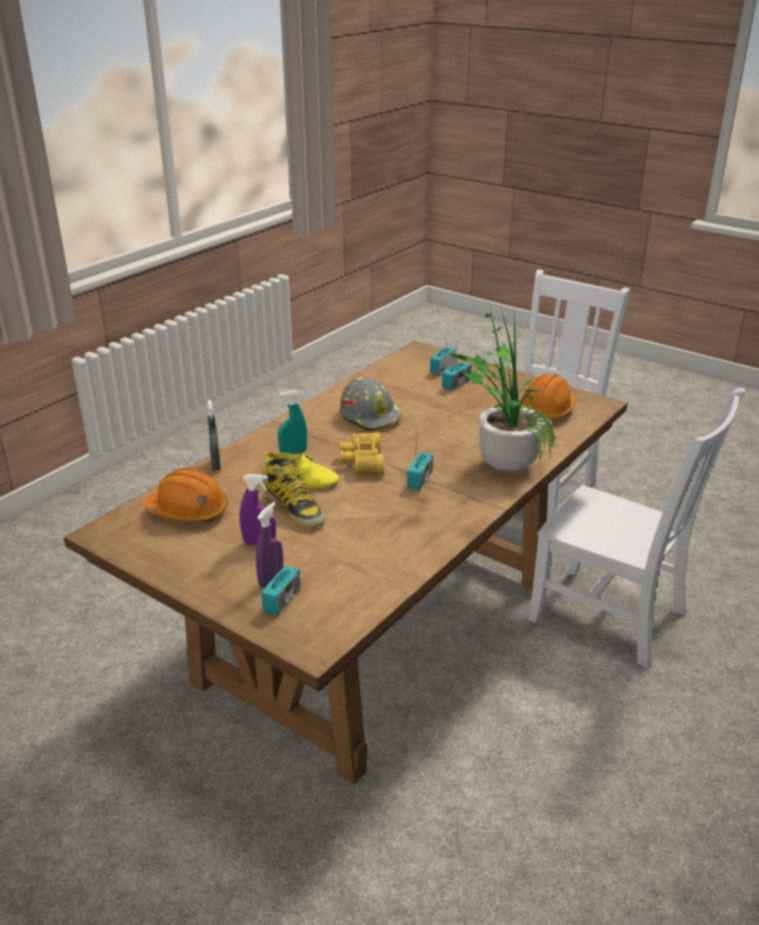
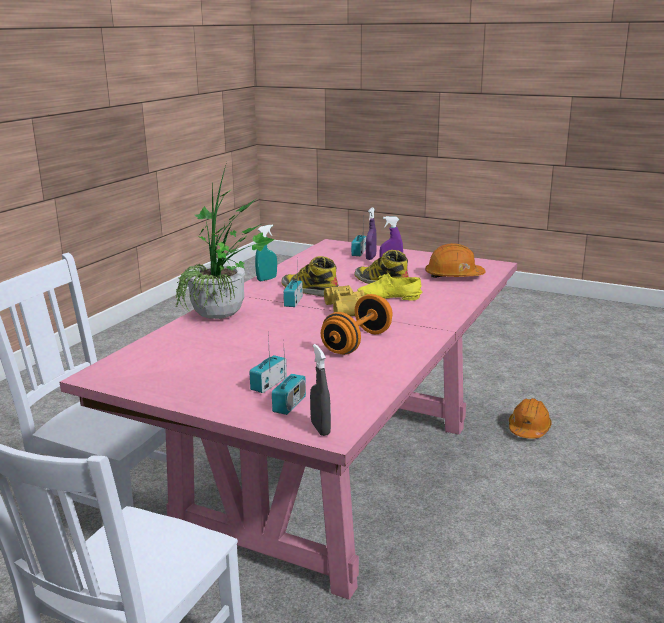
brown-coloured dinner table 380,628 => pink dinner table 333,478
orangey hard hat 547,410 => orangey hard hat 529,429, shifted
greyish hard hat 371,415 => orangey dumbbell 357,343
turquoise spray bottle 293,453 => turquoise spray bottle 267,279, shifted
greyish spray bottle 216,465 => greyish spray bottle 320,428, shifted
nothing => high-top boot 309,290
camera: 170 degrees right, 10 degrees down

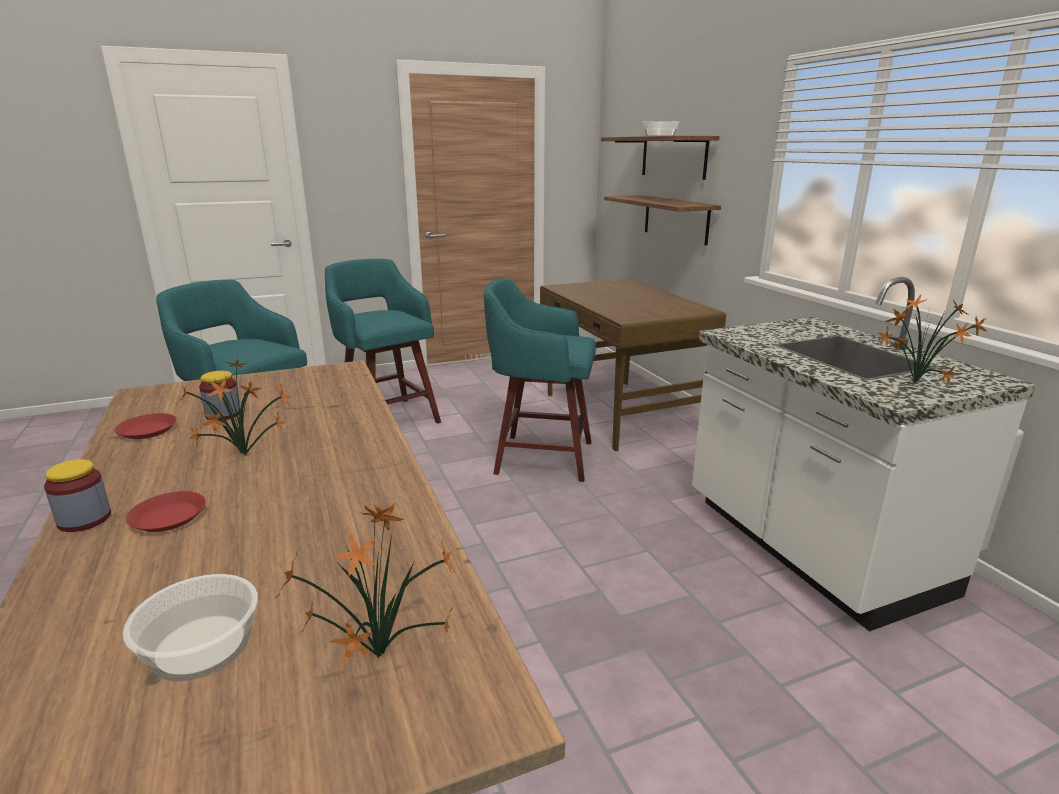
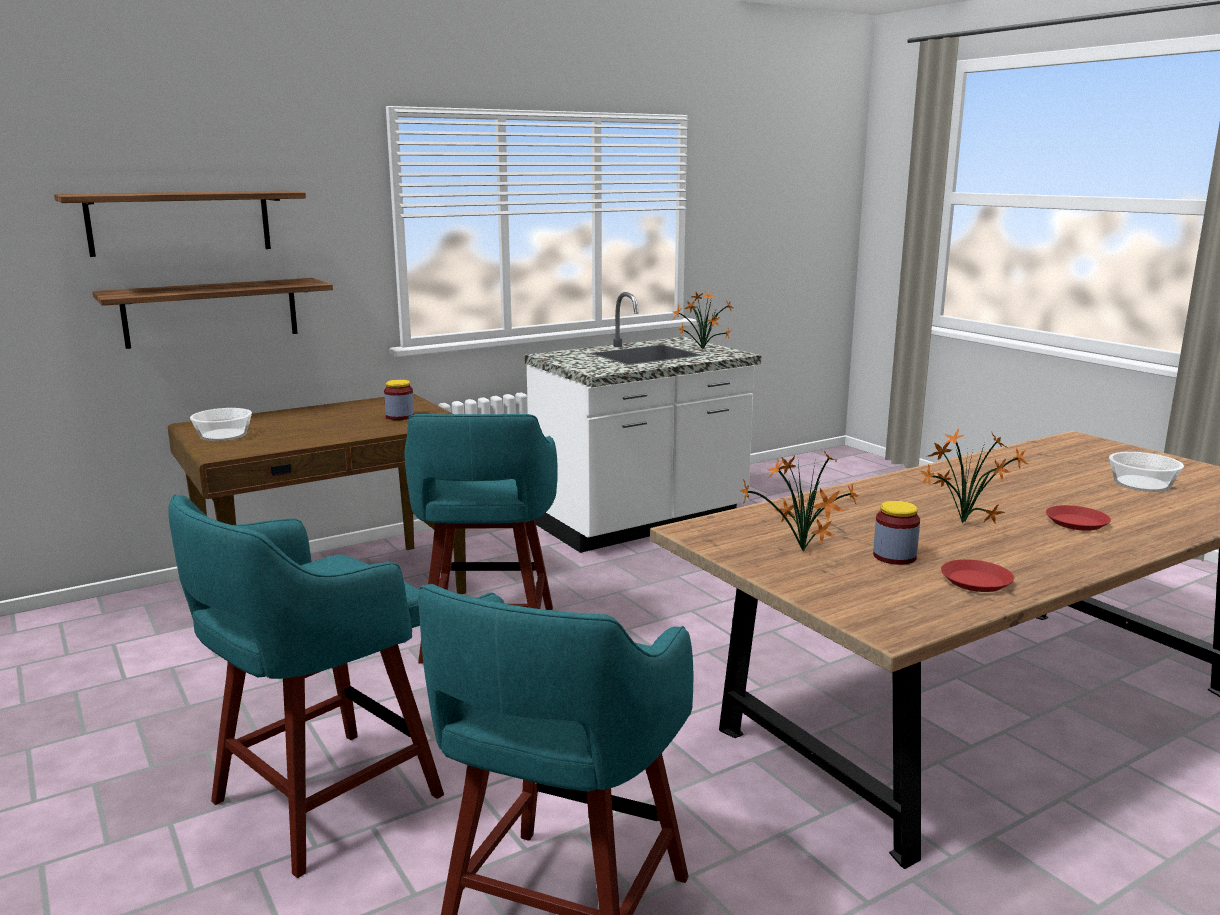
serving bowl 659,136 => serving bowl 224,435, shifted
preserve jar 84,519 => preserve jar 400,417, shifted
houseplant 374,656 => houseplant 803,553, shifted
camera: 100 degrees left, 5 degrees down

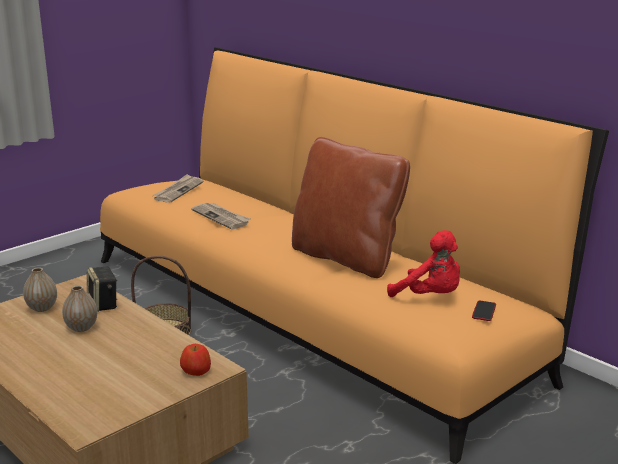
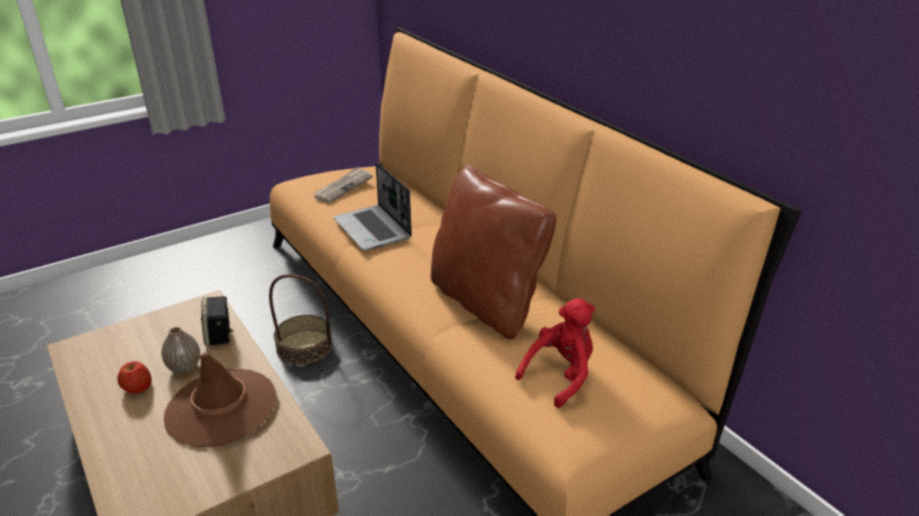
printed paper 221,217 => notebook computer 373,229
reddish cuddly toy 430,296 => reddish cuddly toy 560,375, 90 degrees counterclockwise
decorative vase 42,308 => nothing
handset 484,311 => nothing
apple fruit 196,371 => apple fruit 137,387, shifted
nothing => brown-coloured clothing hat 221,407
camera: 10 degrees right, 10 degrees up

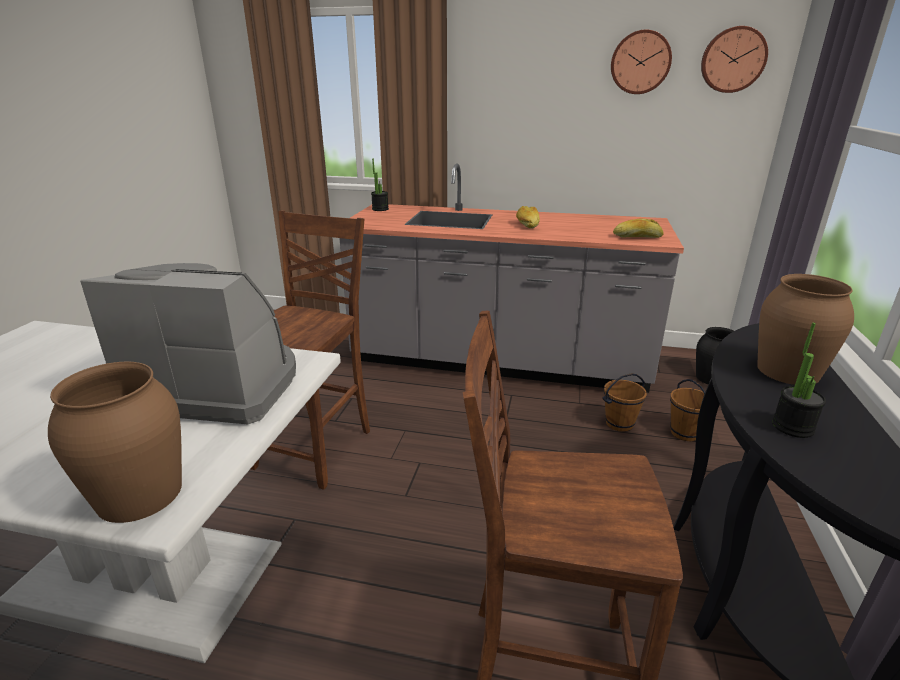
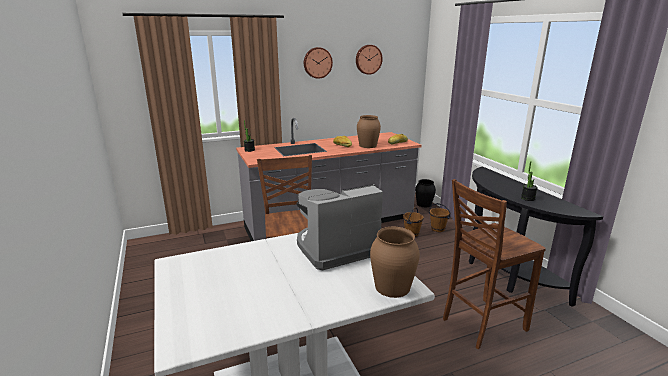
clock on the wall 733,60 => clock on the wall 317,62, shifted
brown-coloured decorative vase 787,371 => brown-coloured decorative vase 367,145, shifted
camera: 35 degrees left, 5 degrees down

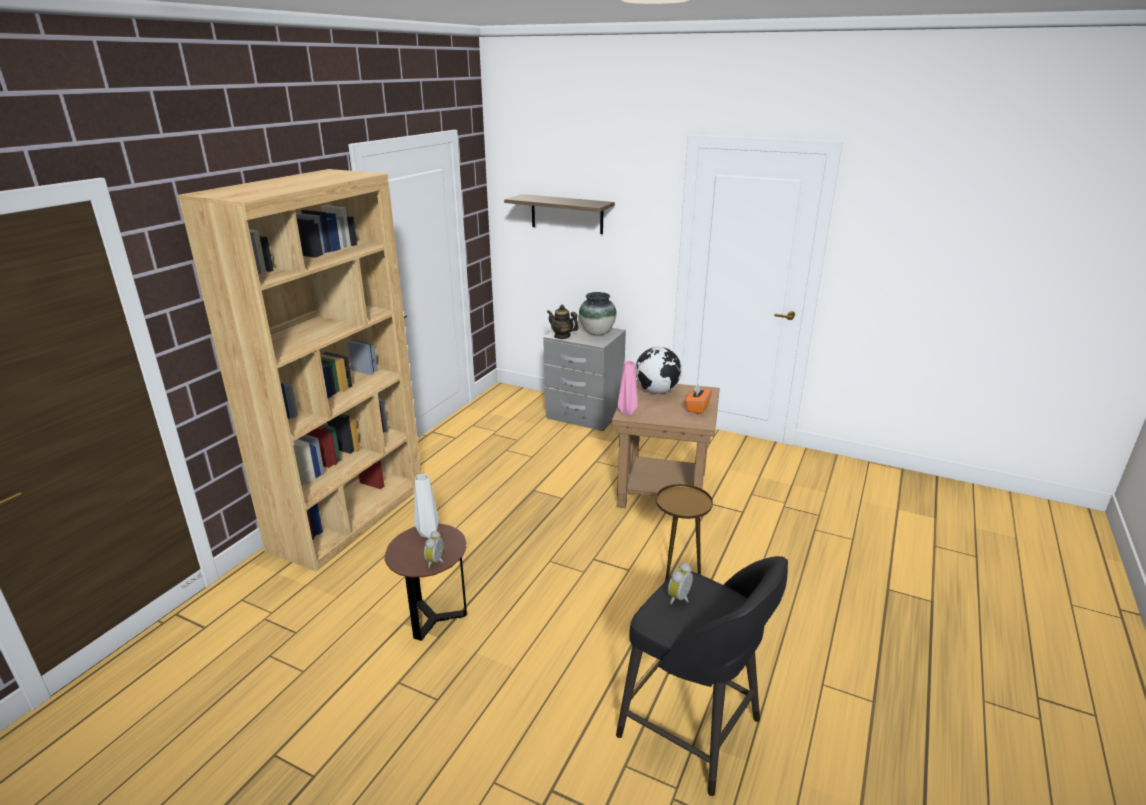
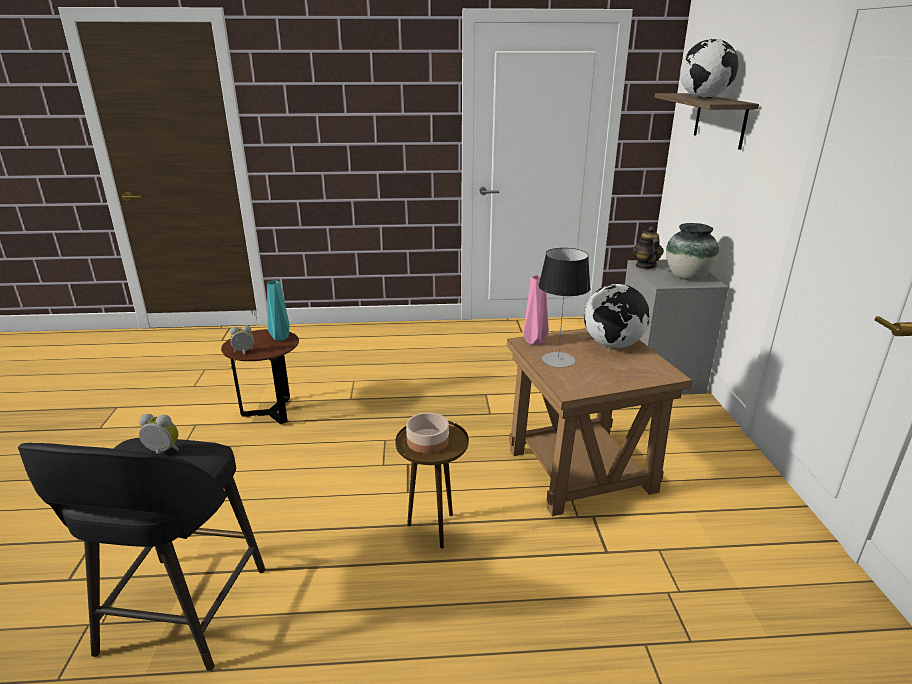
brown-coloured shelving unit 349,517 => nothing
orangey tissue holder 697,408 => nothing
greyish decorative vase 429,533 => turquoise decorative vase 280,338
nothing => globe 704,98
nothing => lamp for a table 558,360
nothing => serving bowl 428,441
camera: 60 degrees right, 0 degrees up

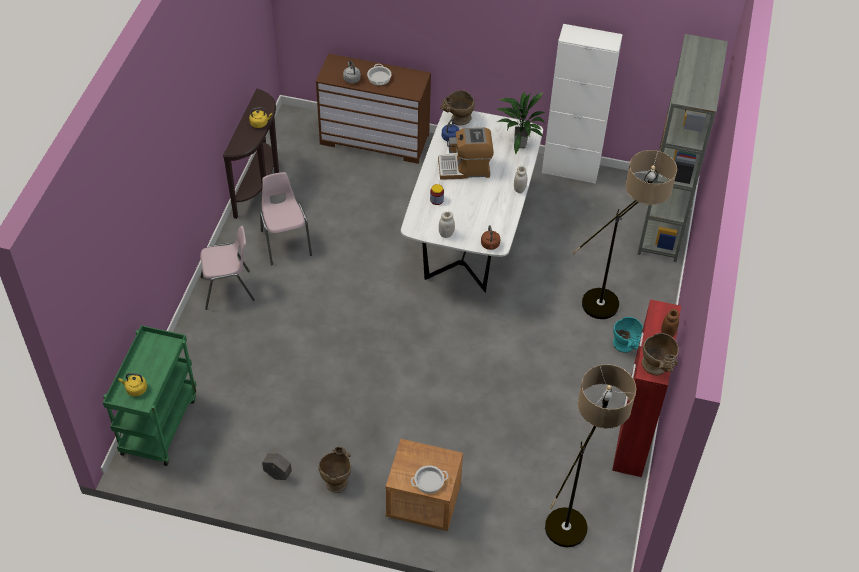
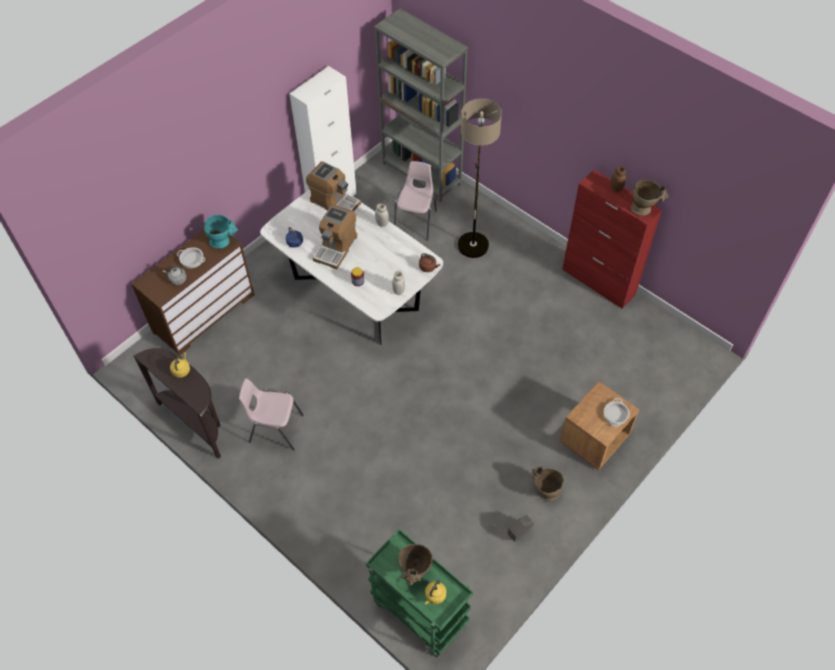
sand-coloured decorative vase 457,120 => sand-coloured decorative vase 415,572, shifted
houseplant 519,144 => coffee machine 334,202
pink upright chair 228,289 => pink upright chair 416,222, shifted
turquoise decorative vase 625,347 => turquoise decorative vase 223,241, shifted
standing lamp 575,515 => nothing
camera: 60 degrees left, 5 degrees up

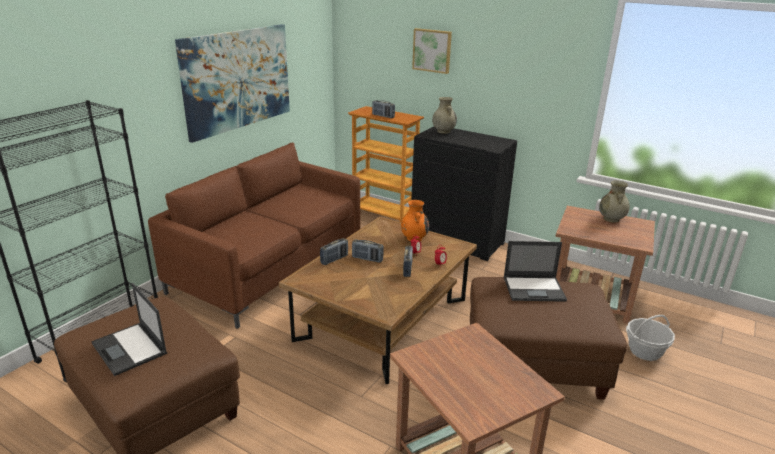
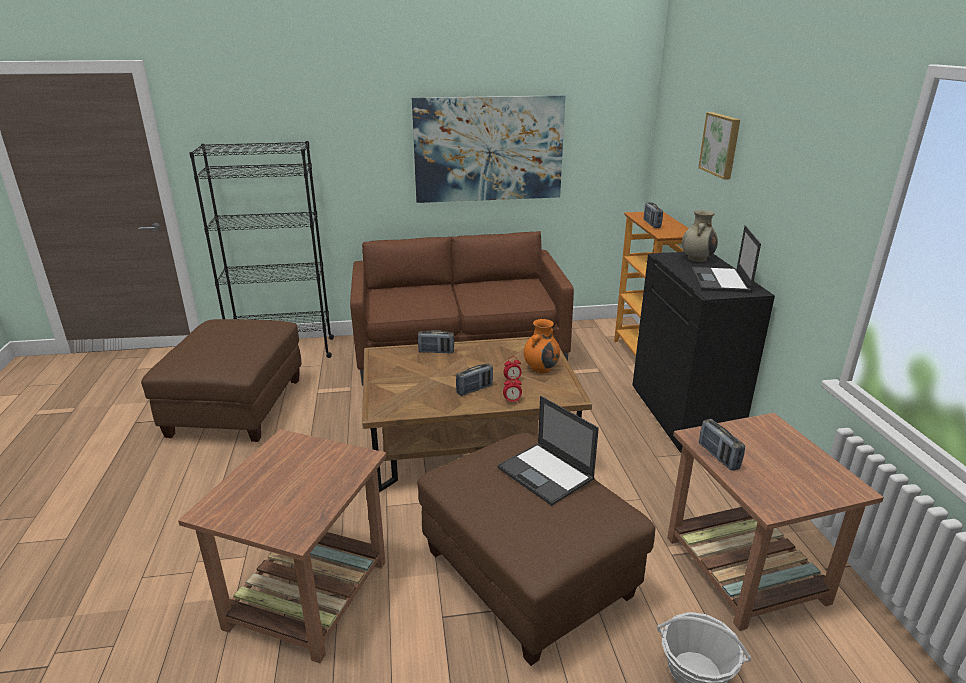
sand-coloured decorative vase 611,219 => nothing
radio set 367,259 => radio set 718,456, shifted
notebook computer 130,349 => notebook computer 720,280, shifted
camera: 50 degrees right, 0 degrees up

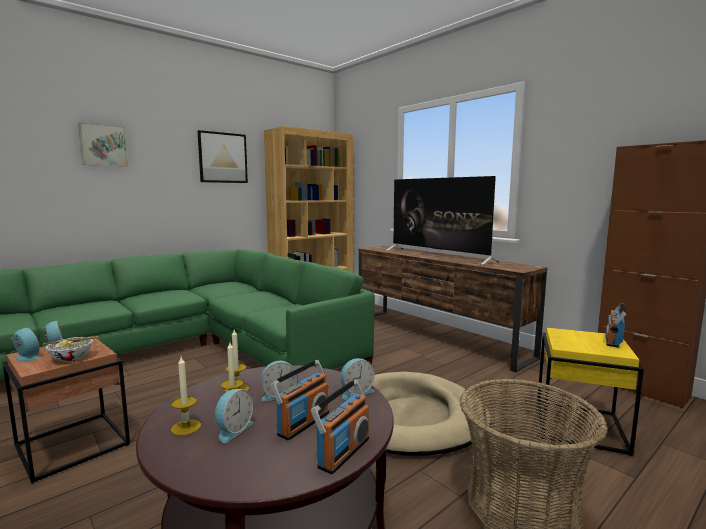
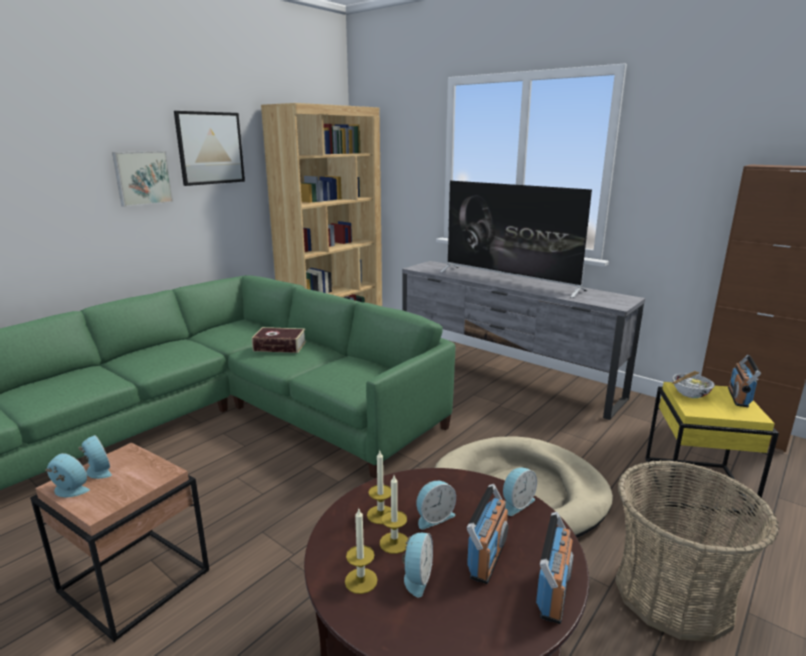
wall picture 103,145 => wall picture 142,178, shifted
brown-coloured media console 437,336 => greyish media console 505,375
serving bowl 72,358 => serving bowl 689,394, shifted
nothing => volume 280,346
camera: 10 degrees left, 10 degrees up

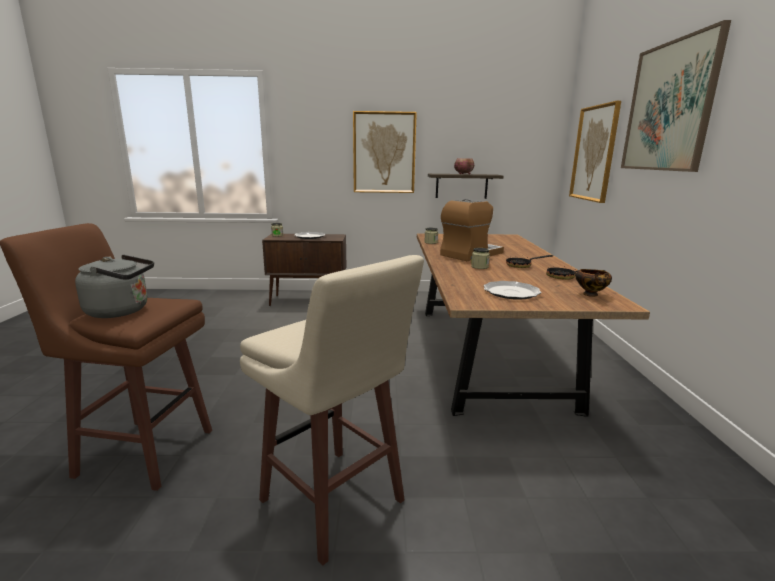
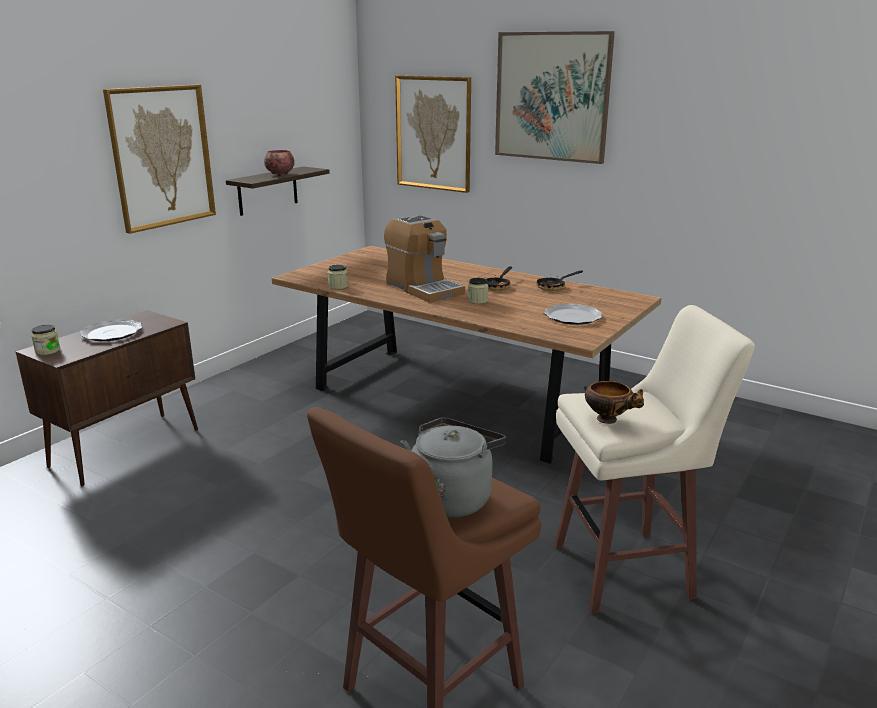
coffee machine 470,254 => coffee machine 423,288, 150 degrees clockwise
serving bowl 591,295 => serving bowl 609,420, shifted
camera: 55 degrees left, 5 degrees up

